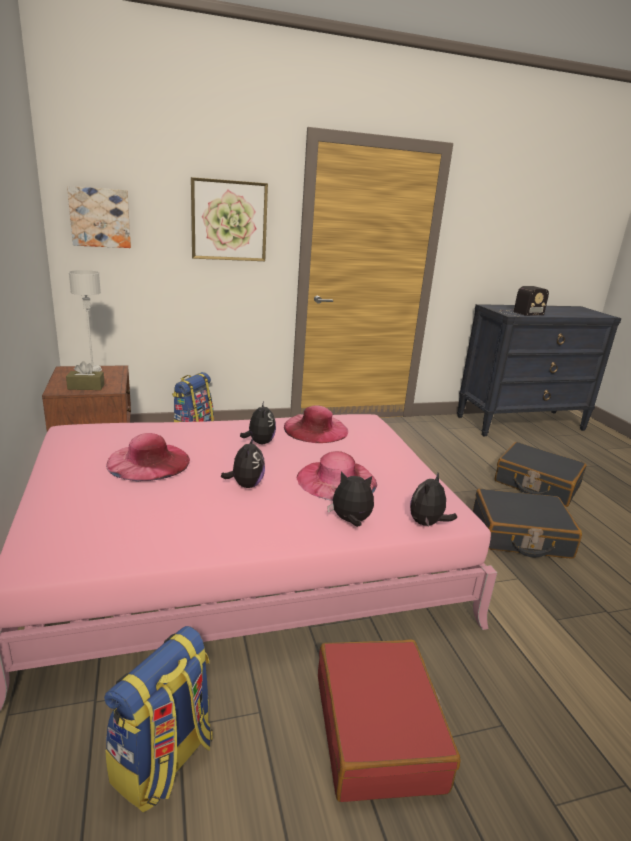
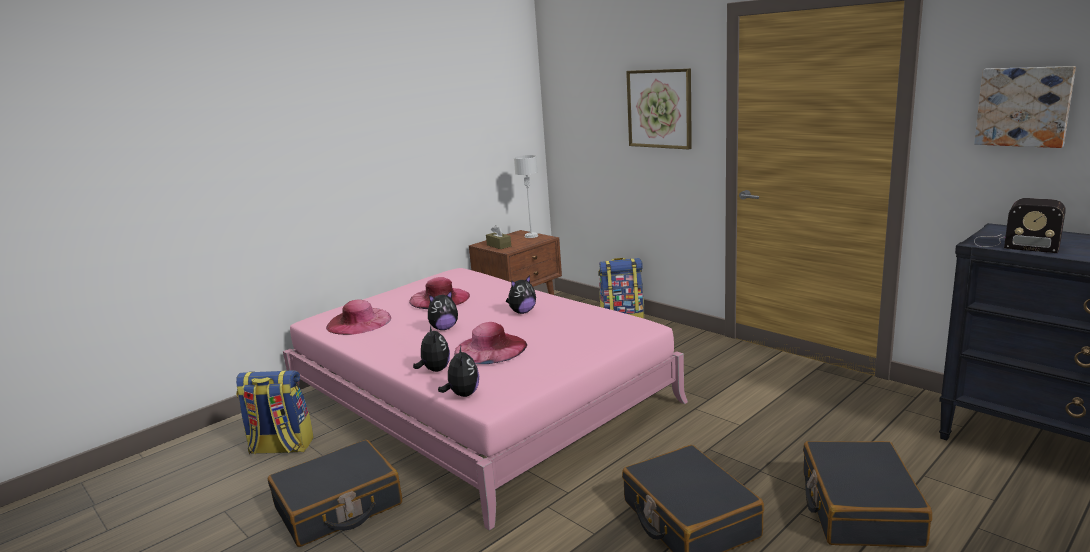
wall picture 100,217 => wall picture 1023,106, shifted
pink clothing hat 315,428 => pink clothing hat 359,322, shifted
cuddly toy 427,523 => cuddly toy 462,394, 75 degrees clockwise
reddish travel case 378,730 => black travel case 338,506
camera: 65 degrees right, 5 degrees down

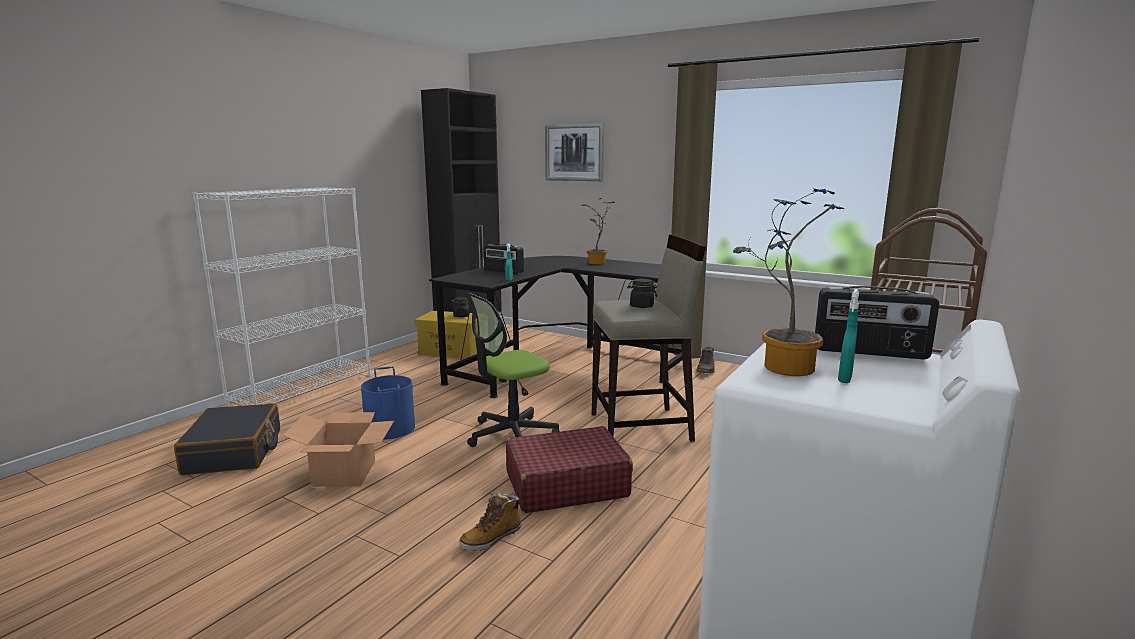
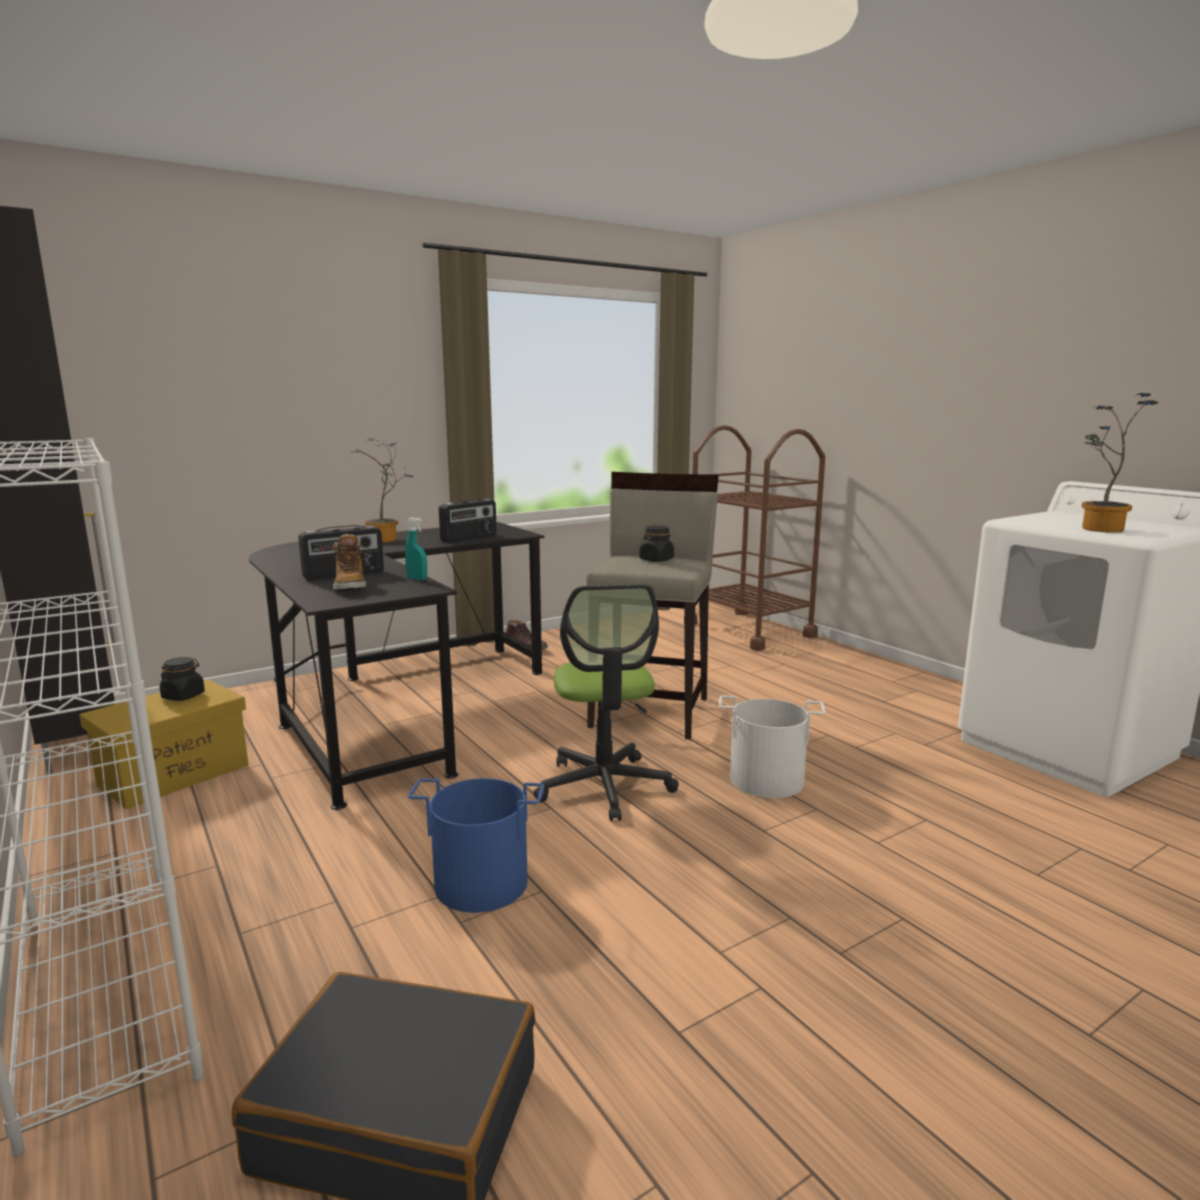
wall picture 574,152 => nothing
radio set 870,352 => radio set 469,538, shifted
turquoise spray bottle 844,379 => nothing
packing box 344,473 => nothing
reddish travel case 566,484 => white-coloured bucket 766,780
high-top boot 491,538 => high-top boot 350,587, shifted
camera: 65 degrees left, 0 degrees up

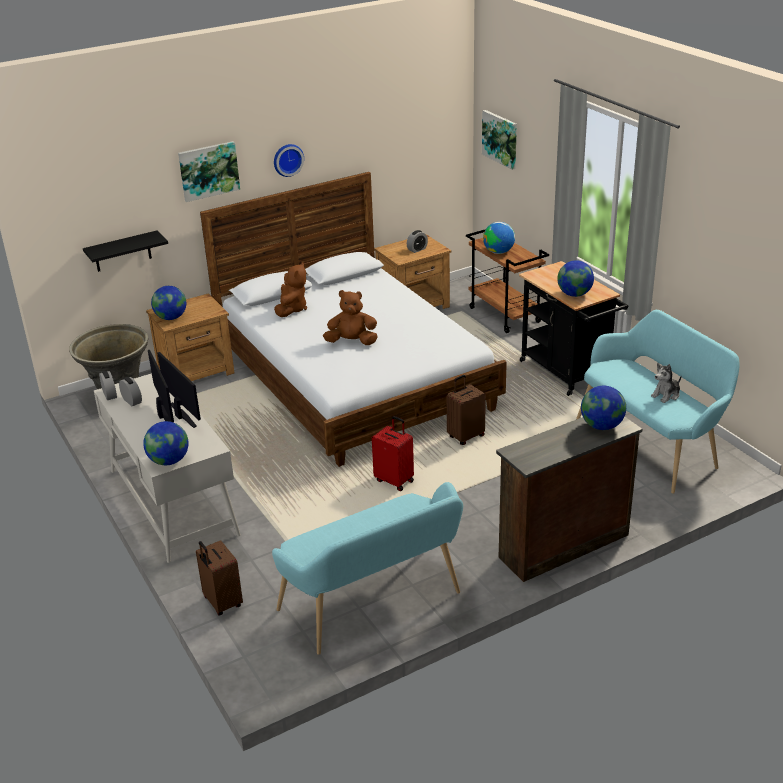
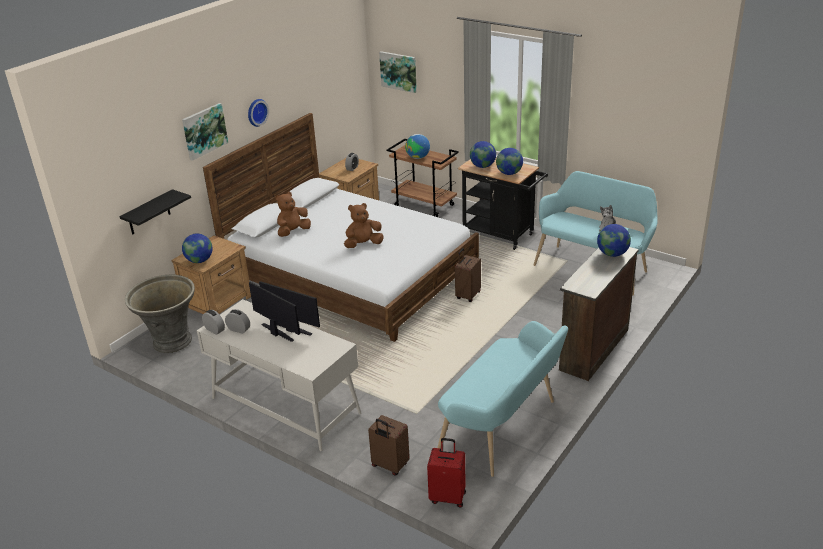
brown-coloured cuddly toy 292,309 => brown-coloured cuddly toy 293,232, 120 degrees counterclockwise
reddish travel case 395,480 => reddish travel case 448,497, shifted
globe 169,461 => globe 482,166, shifted
camera: 25 degrees left, 0 degrees up

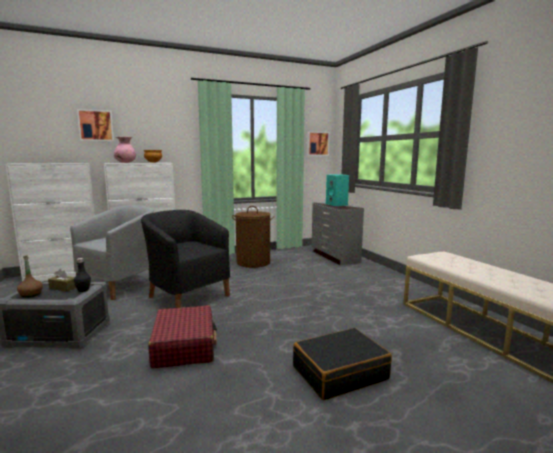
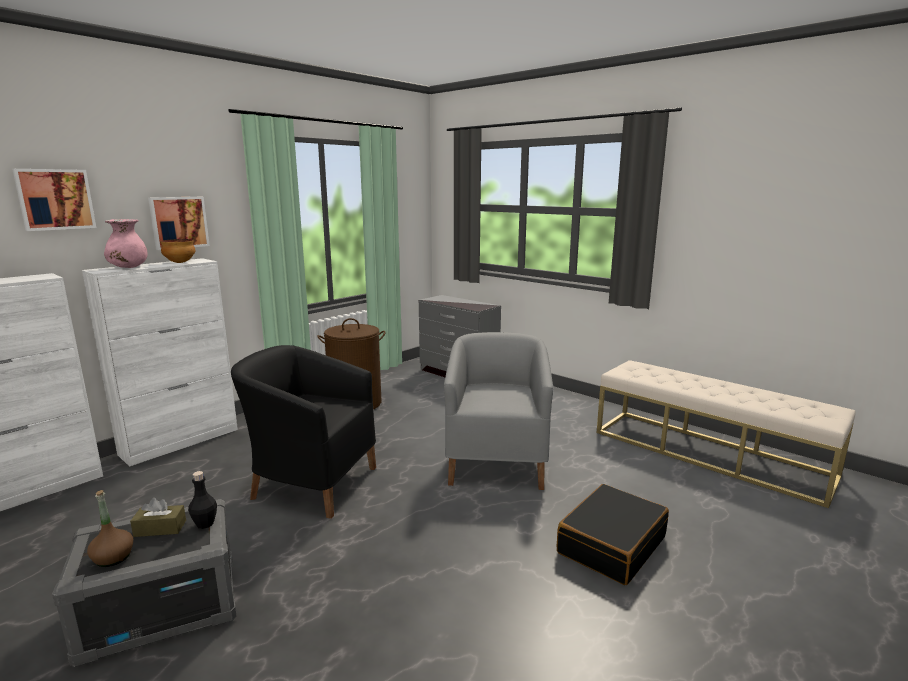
wall picture 317,143 => wall picture 178,222, shifted
turquoise audio speaker 337,204 => nothing
greyish lounge chair 120,285 => greyish lounge chair 496,463, shifted
reddish travel case 184,346 => nothing
camera: 25 degrees left, 5 degrees up

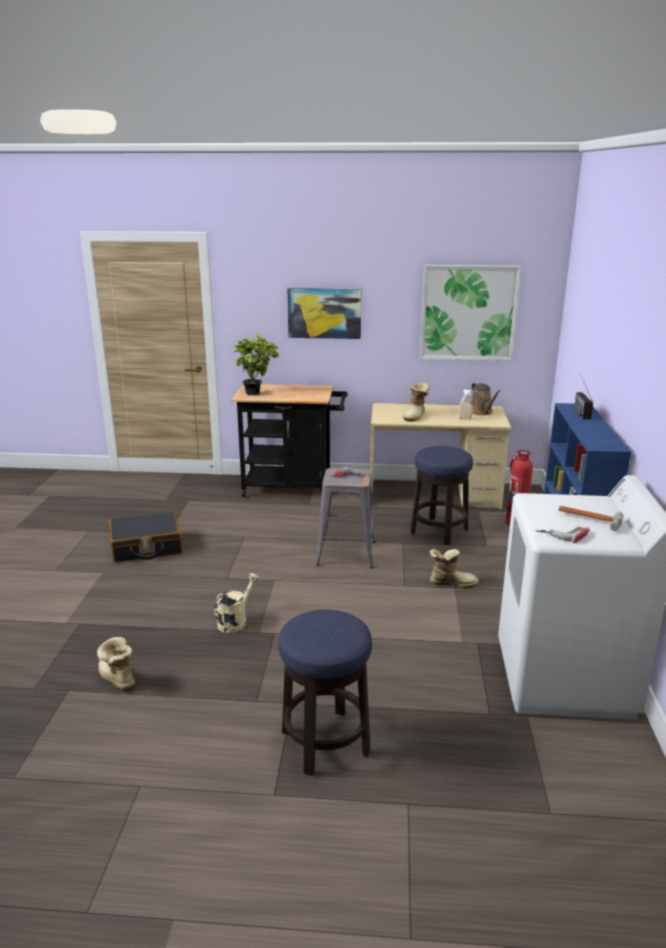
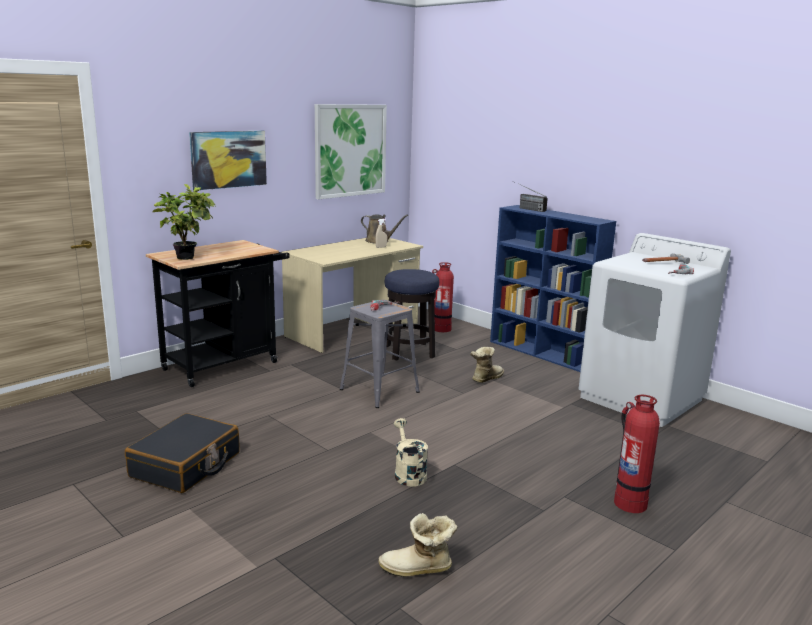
high-top boot 416,416 => nothing
stool 325,742 => fire extinguisher 630,503
camera: 50 degrees left, 5 degrees down

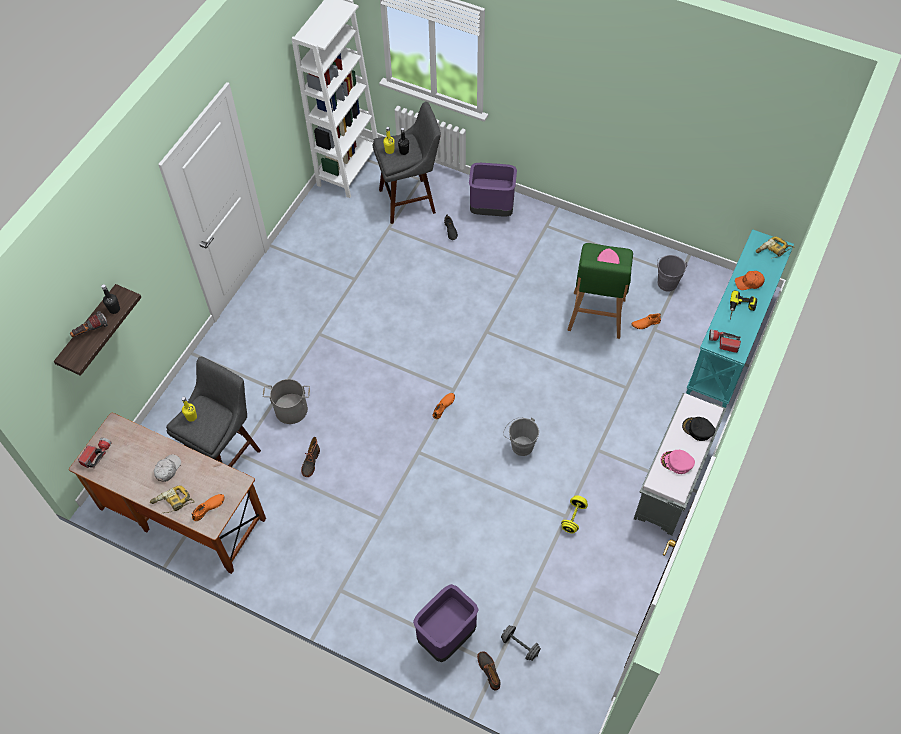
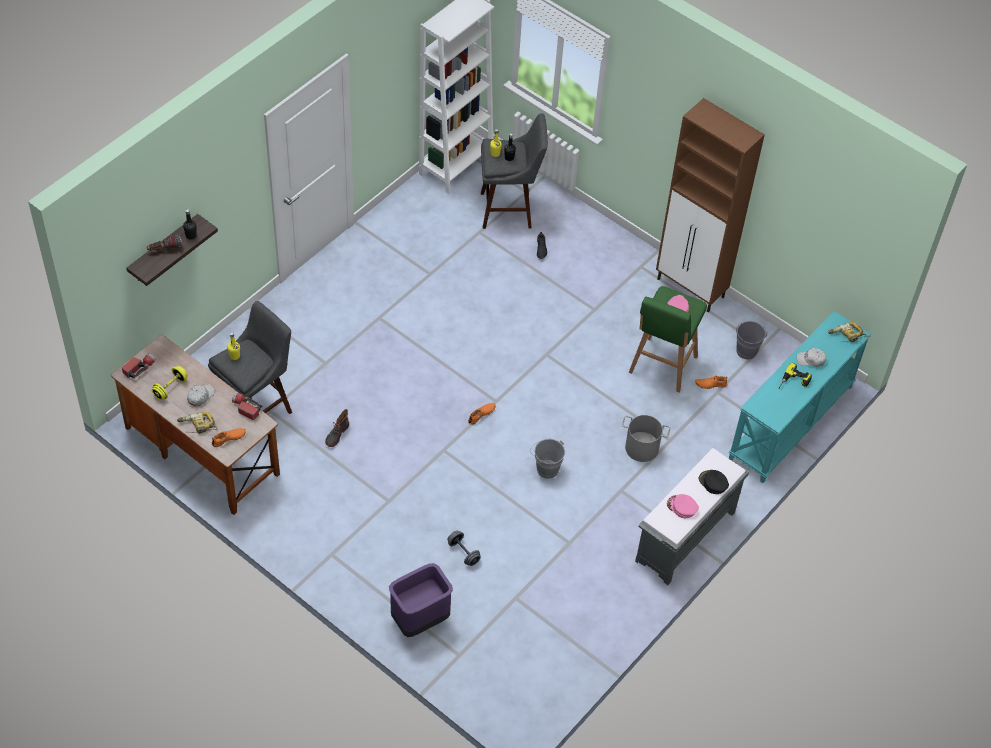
purplish rubbish bin 492,210 => nothing
orangey cap 749,283 => white-coloured cap 811,360
hand torch 723,343 => hand torch 246,408, shifted
greyish bucket 291,410 => greyish bucket 641,448, shifted
yellow-coloured dumbbell 573,518 => yellow-coloured dumbbell 170,388, shifted
greyish dumbbell 520,646 => greyish dumbbell 463,553, shifted
high-top boot 489,671 => nothing
nothing => brown-coloured cabinet 691,288
camera: 10 degrees right, 5 degrees down

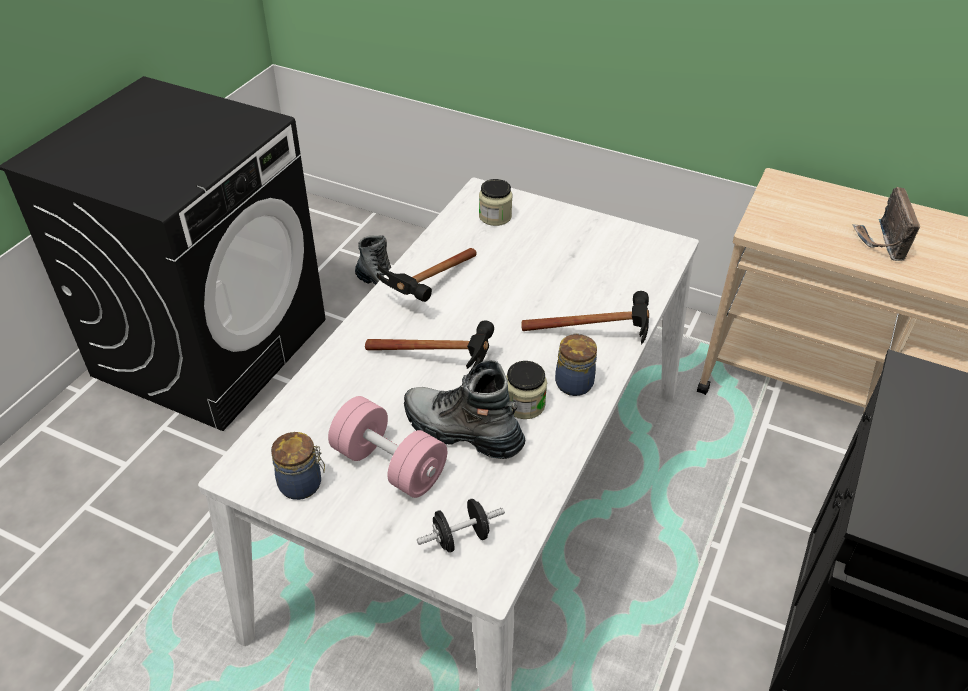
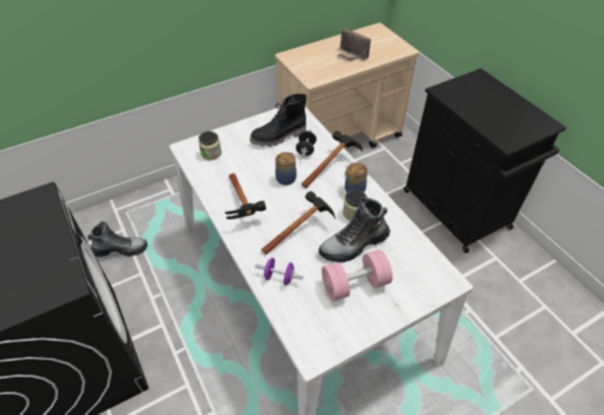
preserve jar 302,484 => preserve jar 286,178, shifted
black dumbbell 461,537 => black dumbbell 306,150, shifted
nothing => black high-top boot 279,137
nothing => purplish dumbbell 279,277
camera: 55 degrees left, 5 degrees up

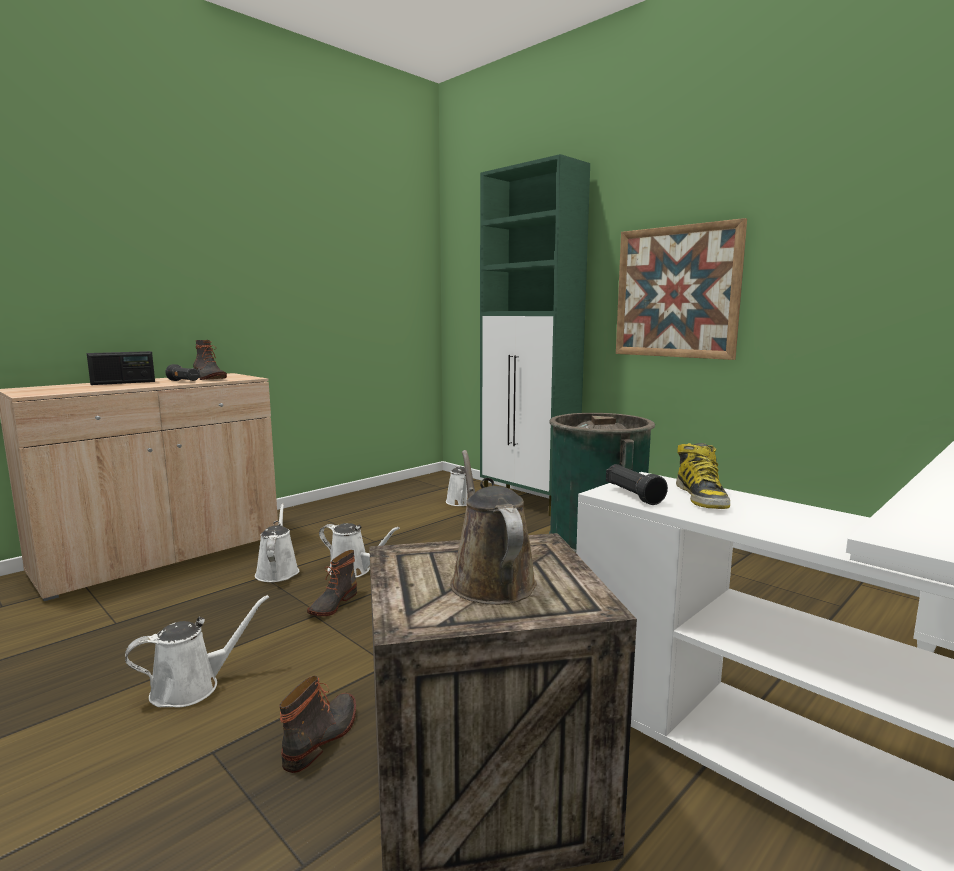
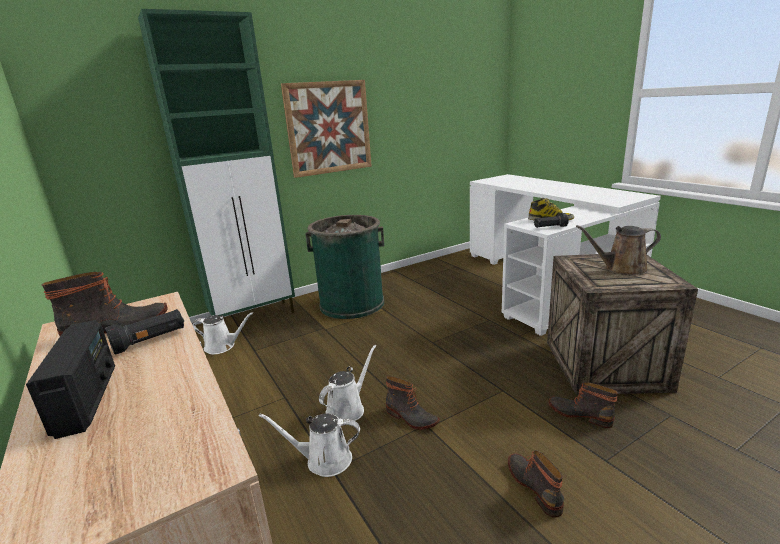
white-coloured watering can 192,687 => high-top boot 535,486
camera: 75 degrees left, 10 degrees up

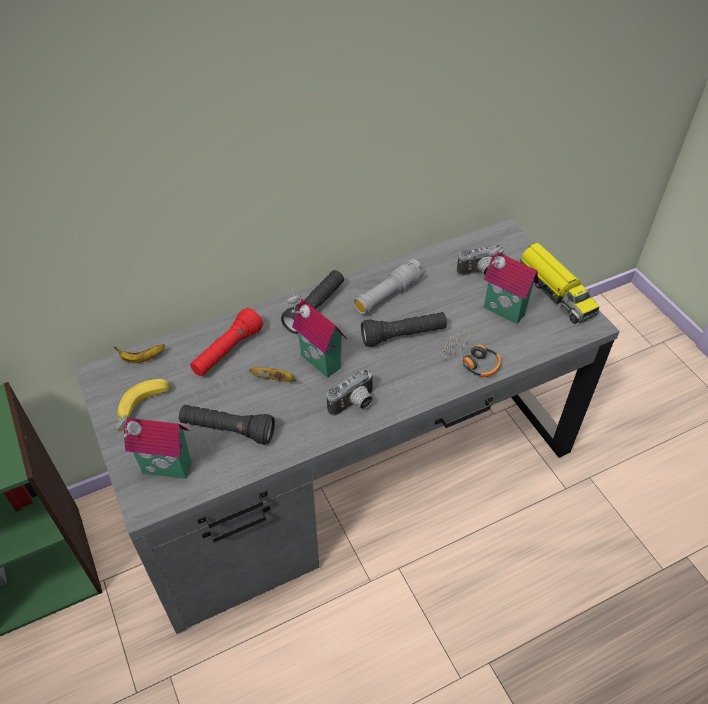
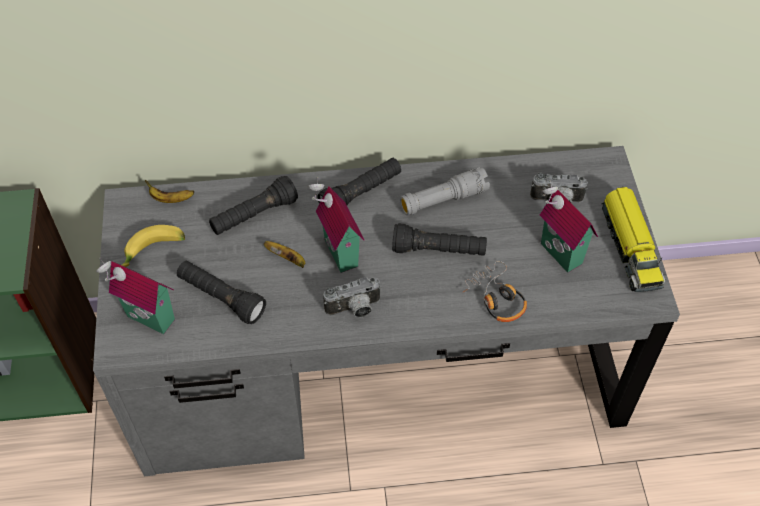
reddish hand torch 227,352 => black hand torch 254,216
camera: 20 degrees right, 5 degrees up

